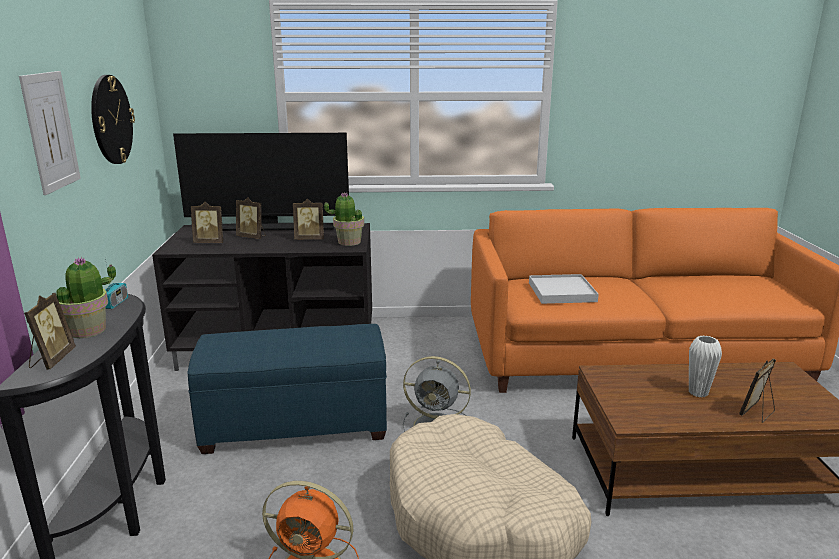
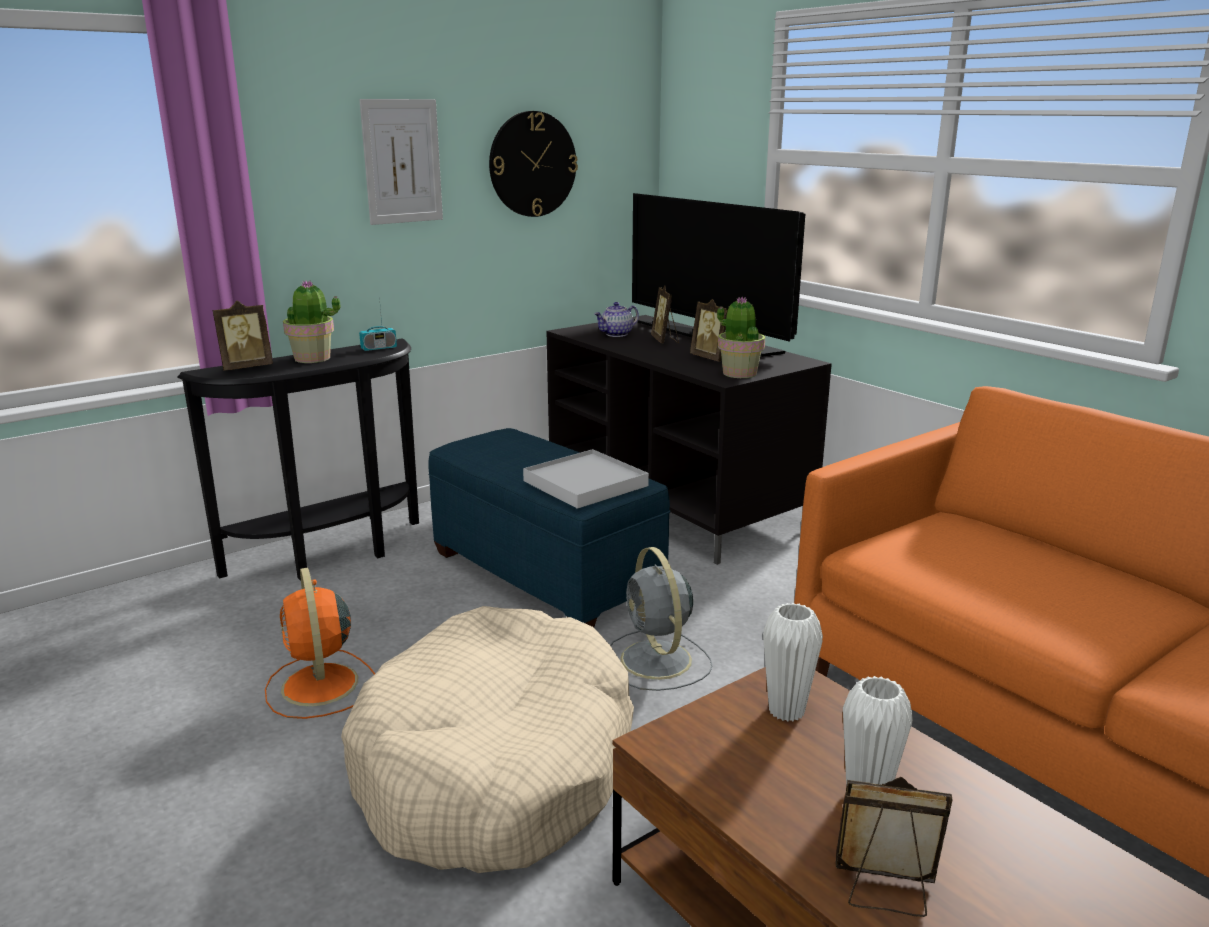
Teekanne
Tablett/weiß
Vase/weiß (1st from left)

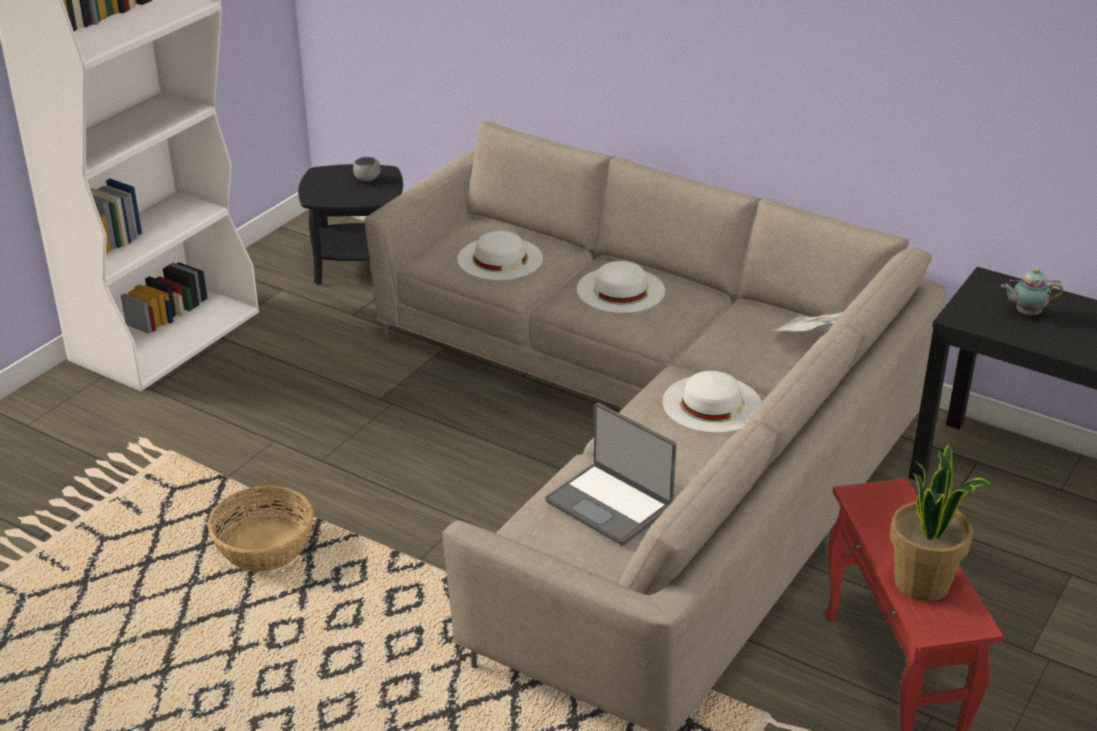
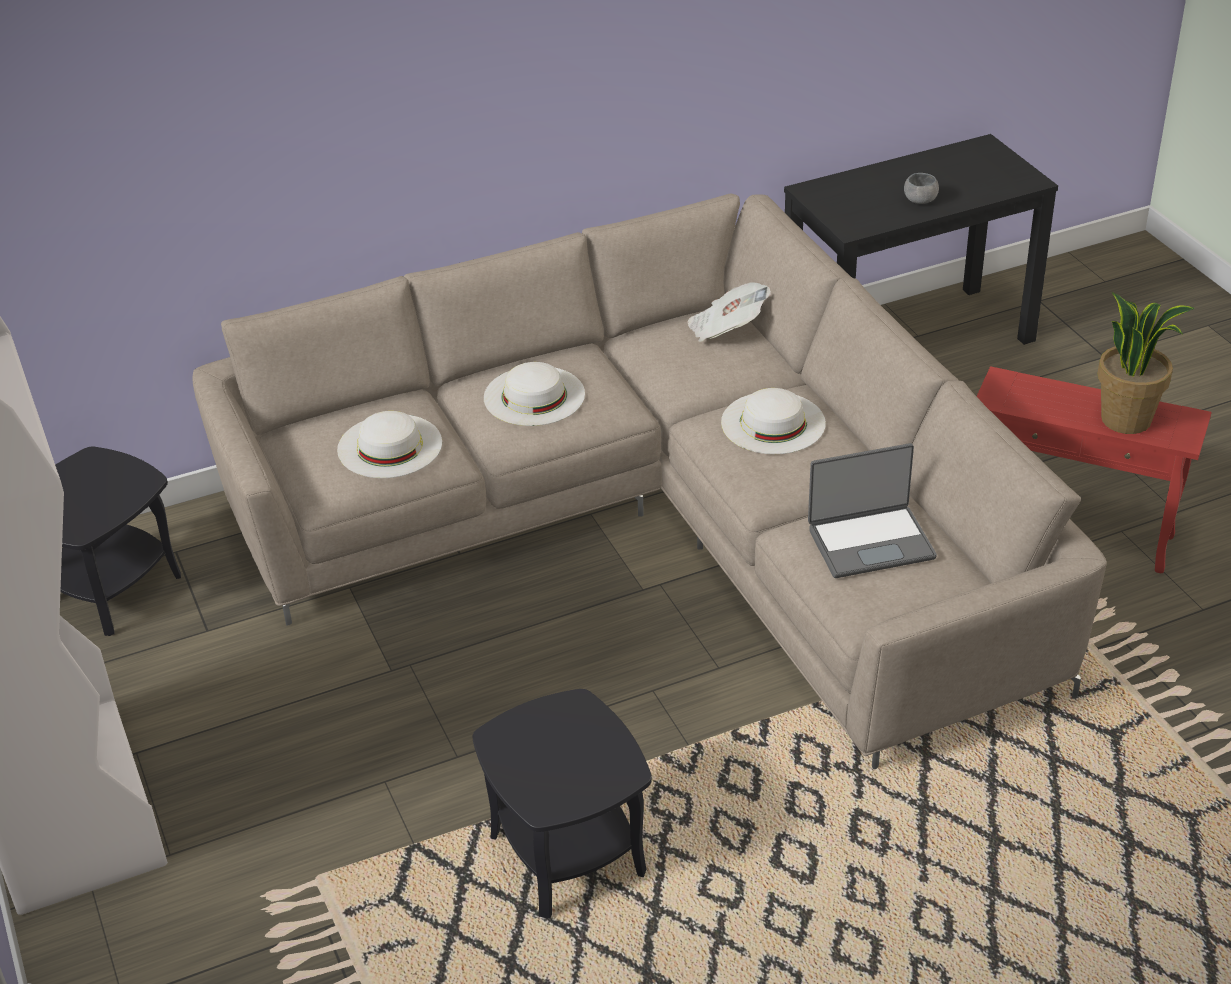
Beistelltisch/schwarz (2nd from left)
Schüssel/grau
Teekanne

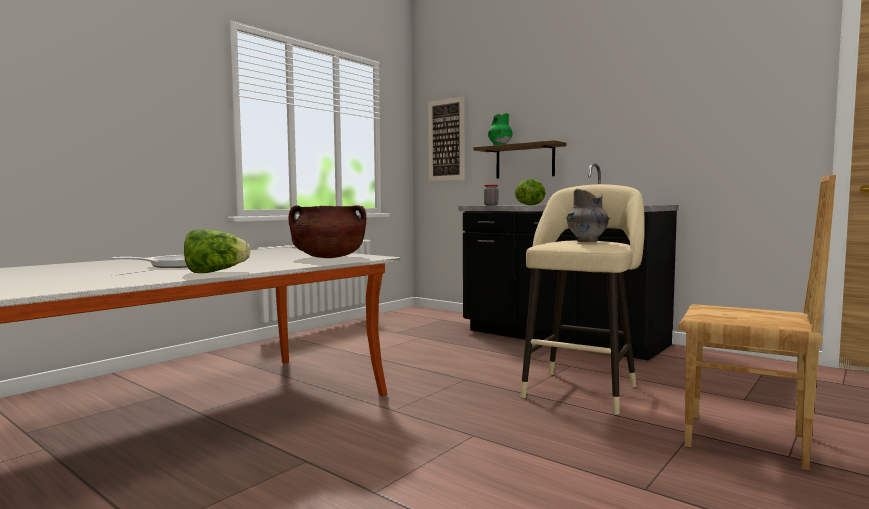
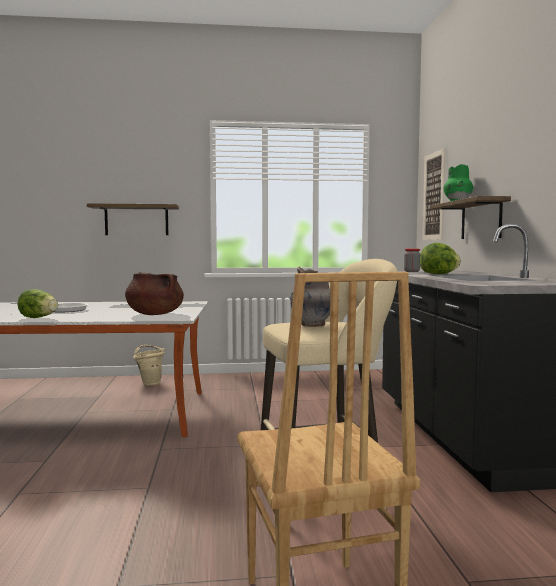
Wandregal (1st from left)
Eimer/beige

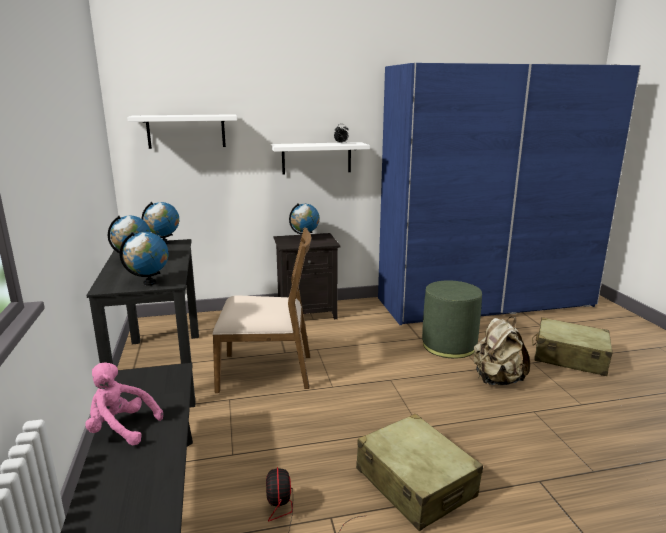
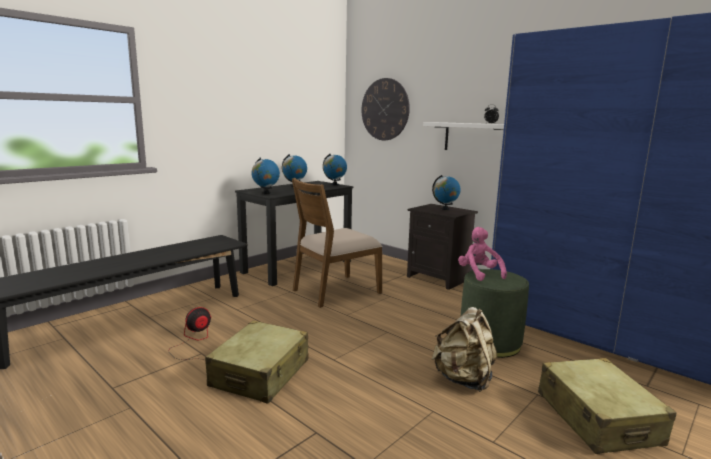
Plüschtier/rosa
Wanduhr
Stuhl/braun

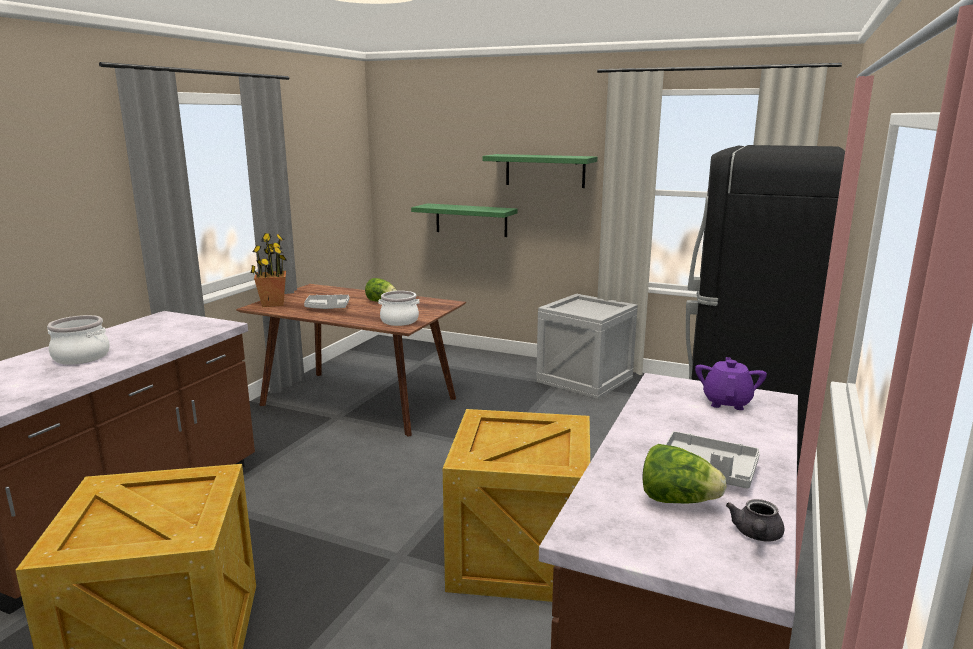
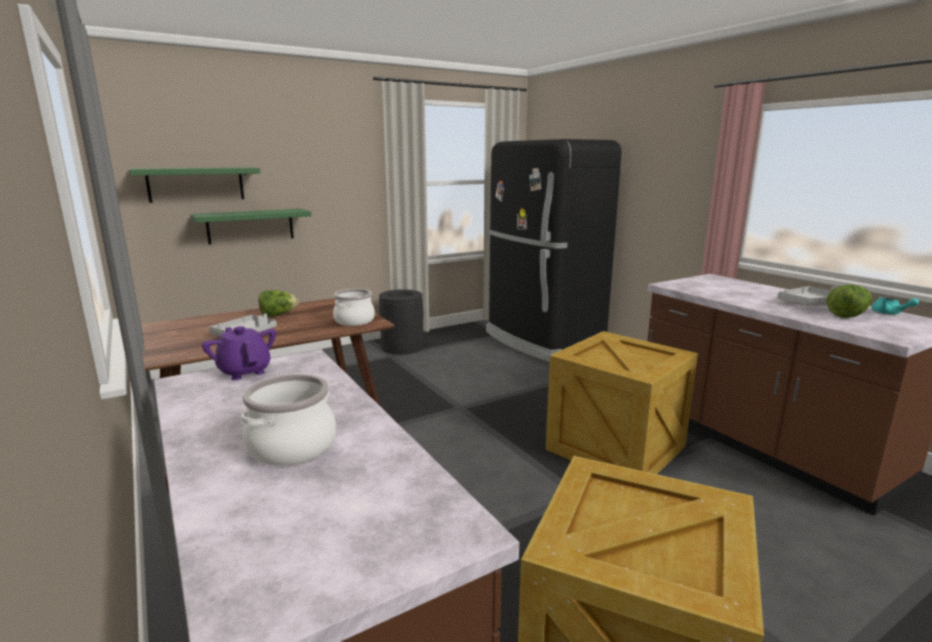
Topfpflanze
Wandregal/grün (1st from left)
Mülleimer/schwarz
Teekanne/lila
Teekanne/türkis

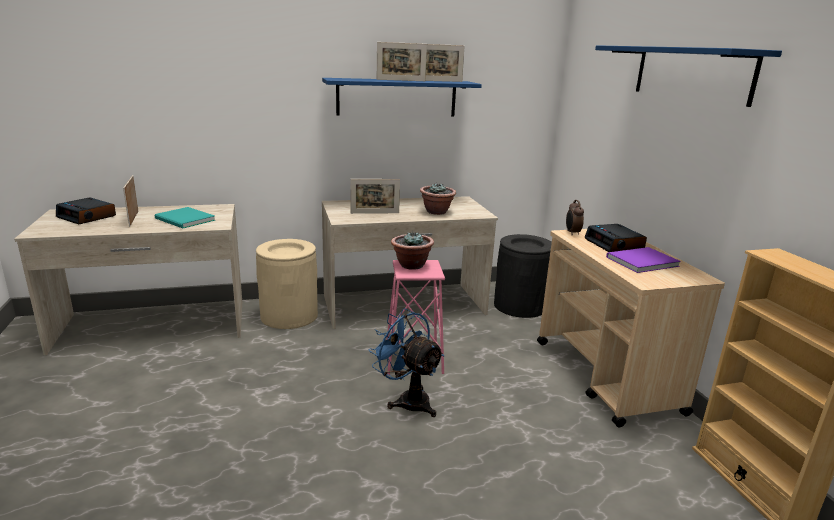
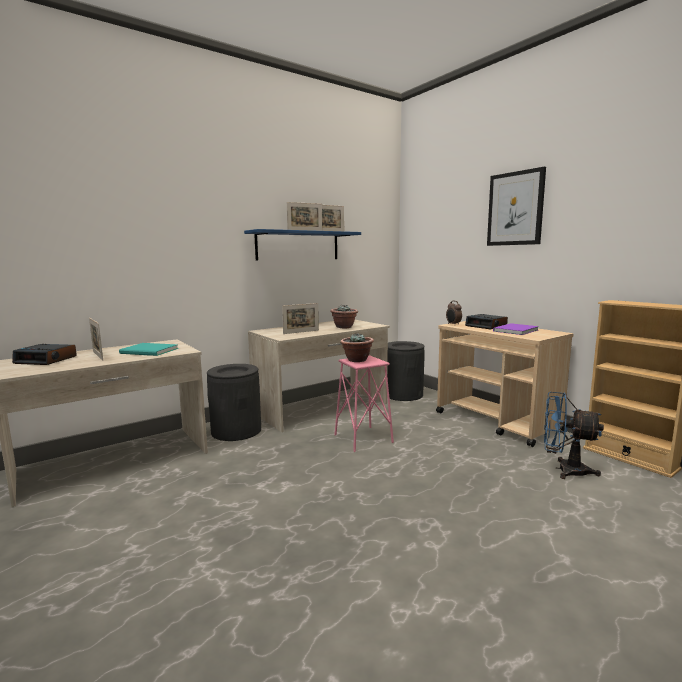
Mülleimer/schwarz (1st from left)
Ventilator/blau
Bild

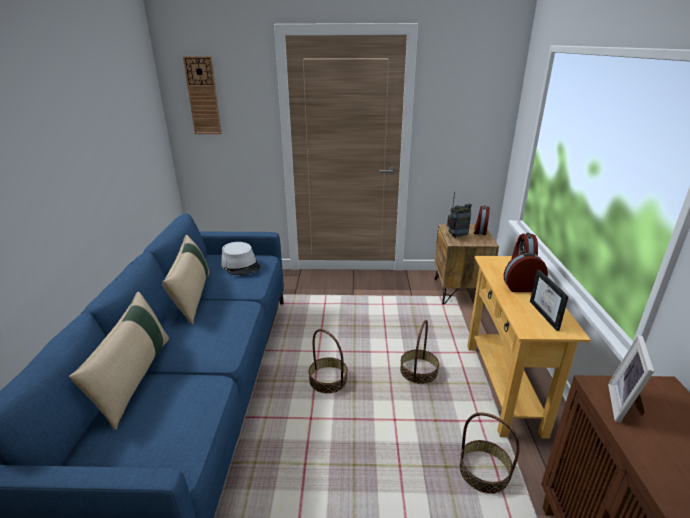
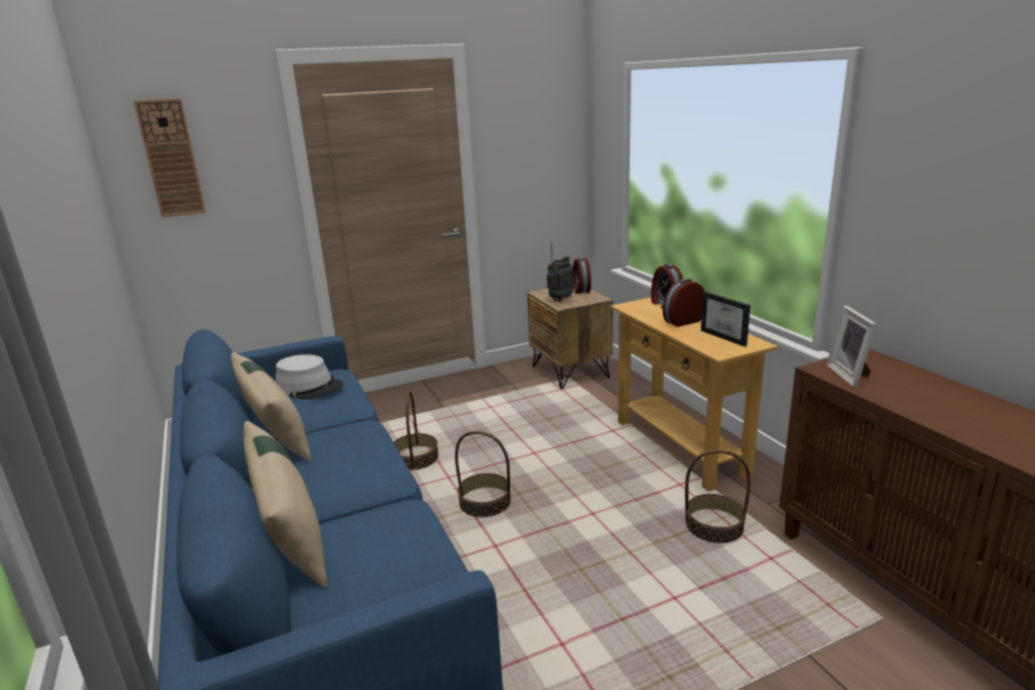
Korb (1st from left)

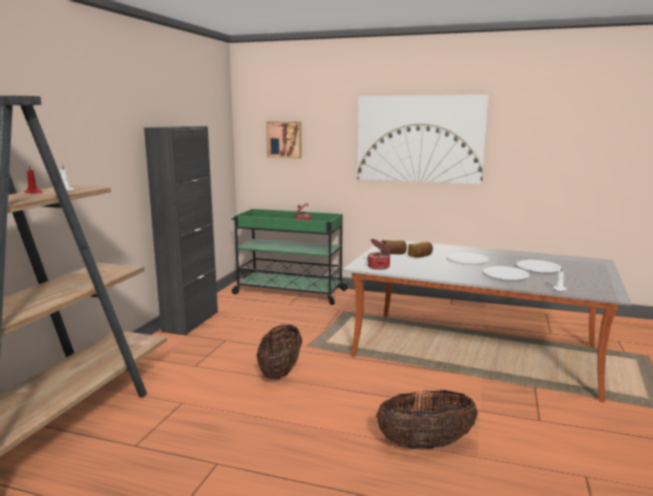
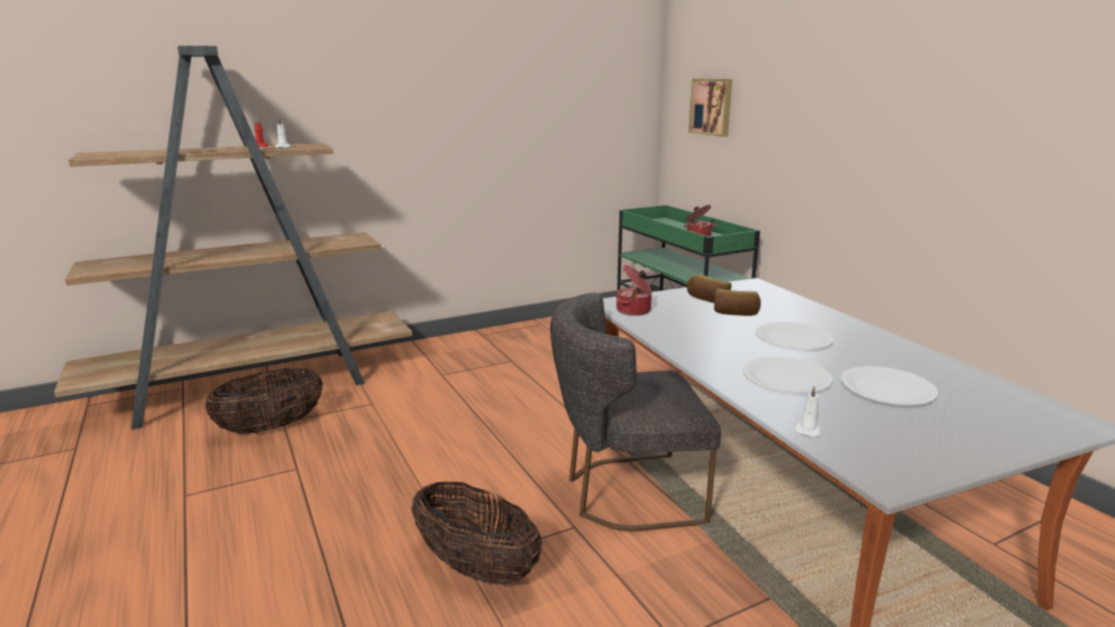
Schrank/schwarz
Korb (1st from left)
Bild (2nd from left in the first image)
Stuhl/grau

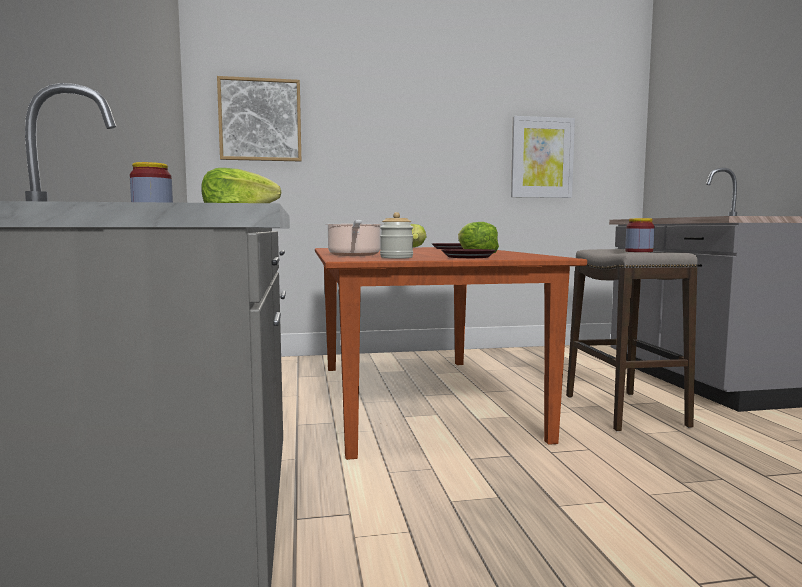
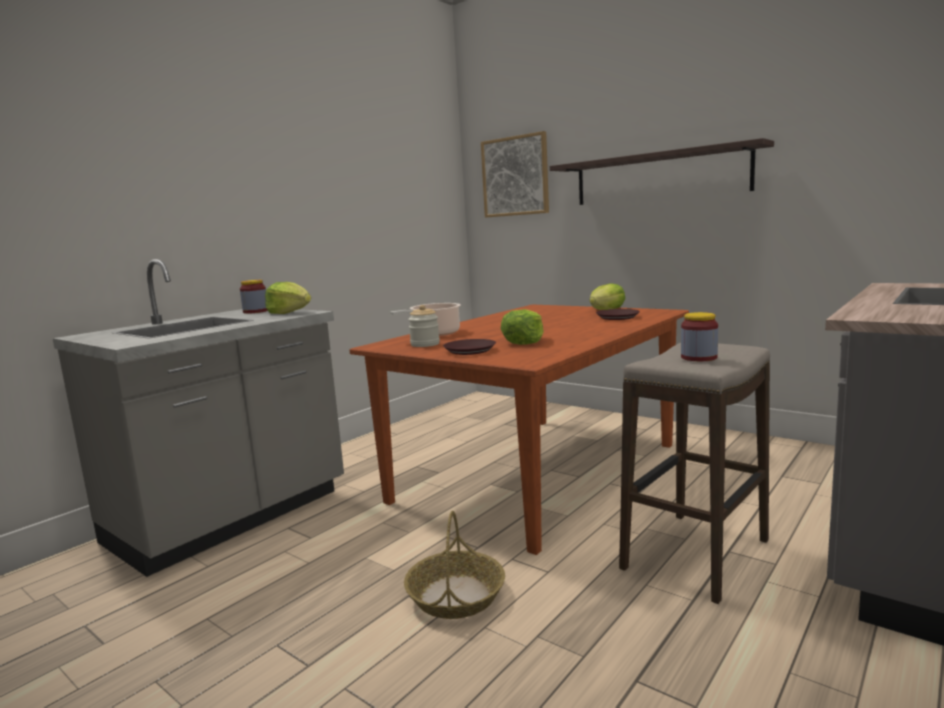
Bild (2nd from left in the first image)
Korb
Wandregal

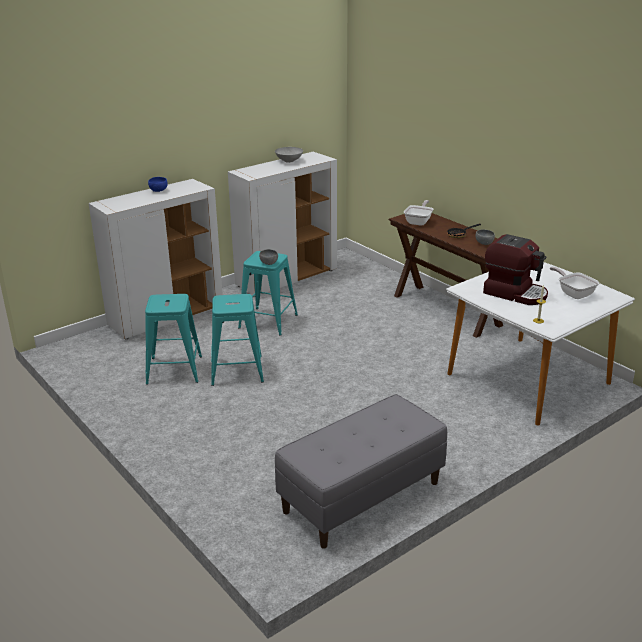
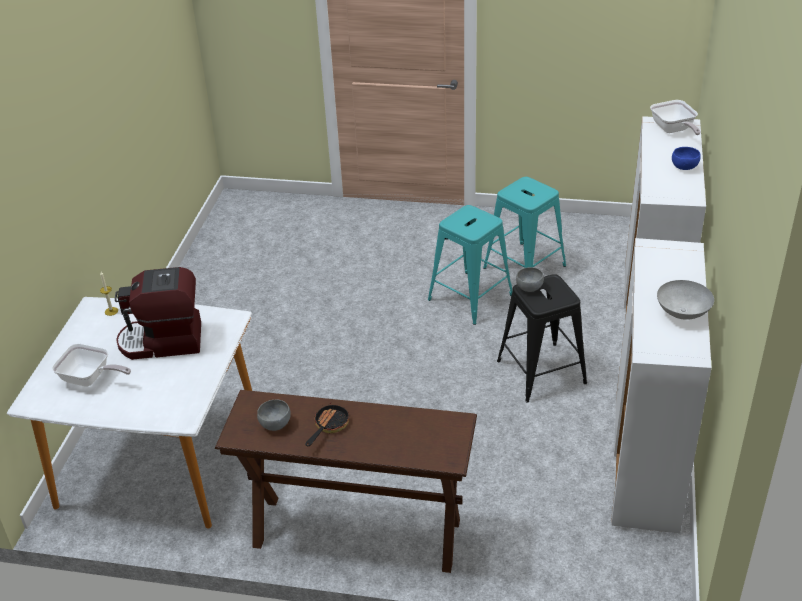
Hocker/schwarz
Bank/grau
Pfanne (3rd from left)

